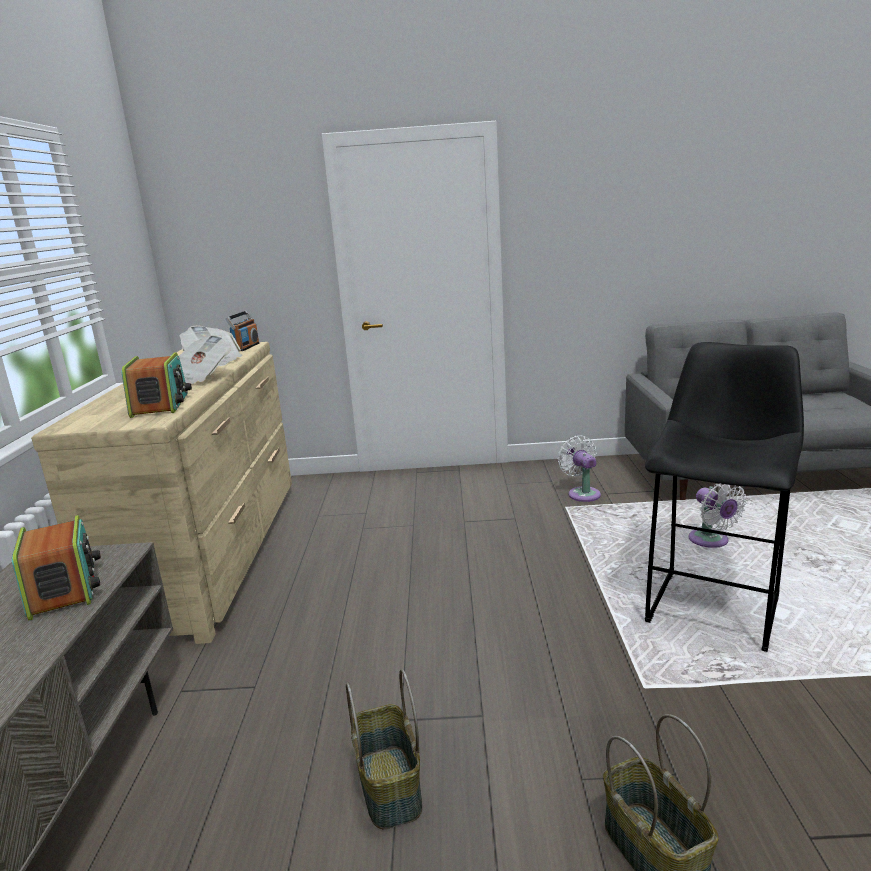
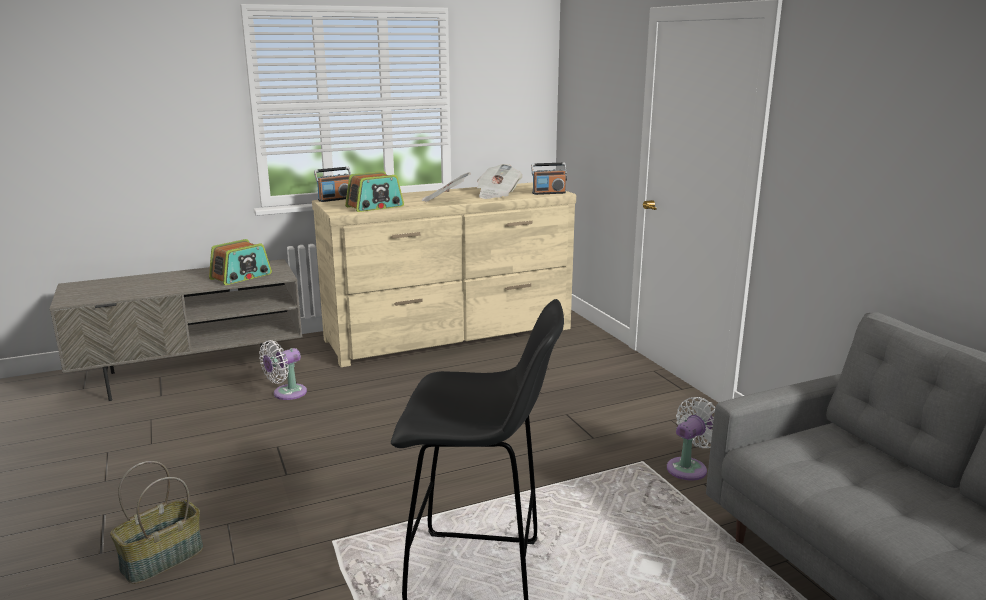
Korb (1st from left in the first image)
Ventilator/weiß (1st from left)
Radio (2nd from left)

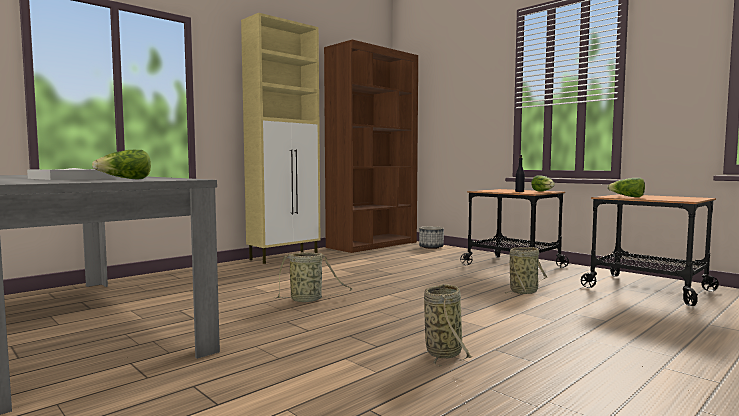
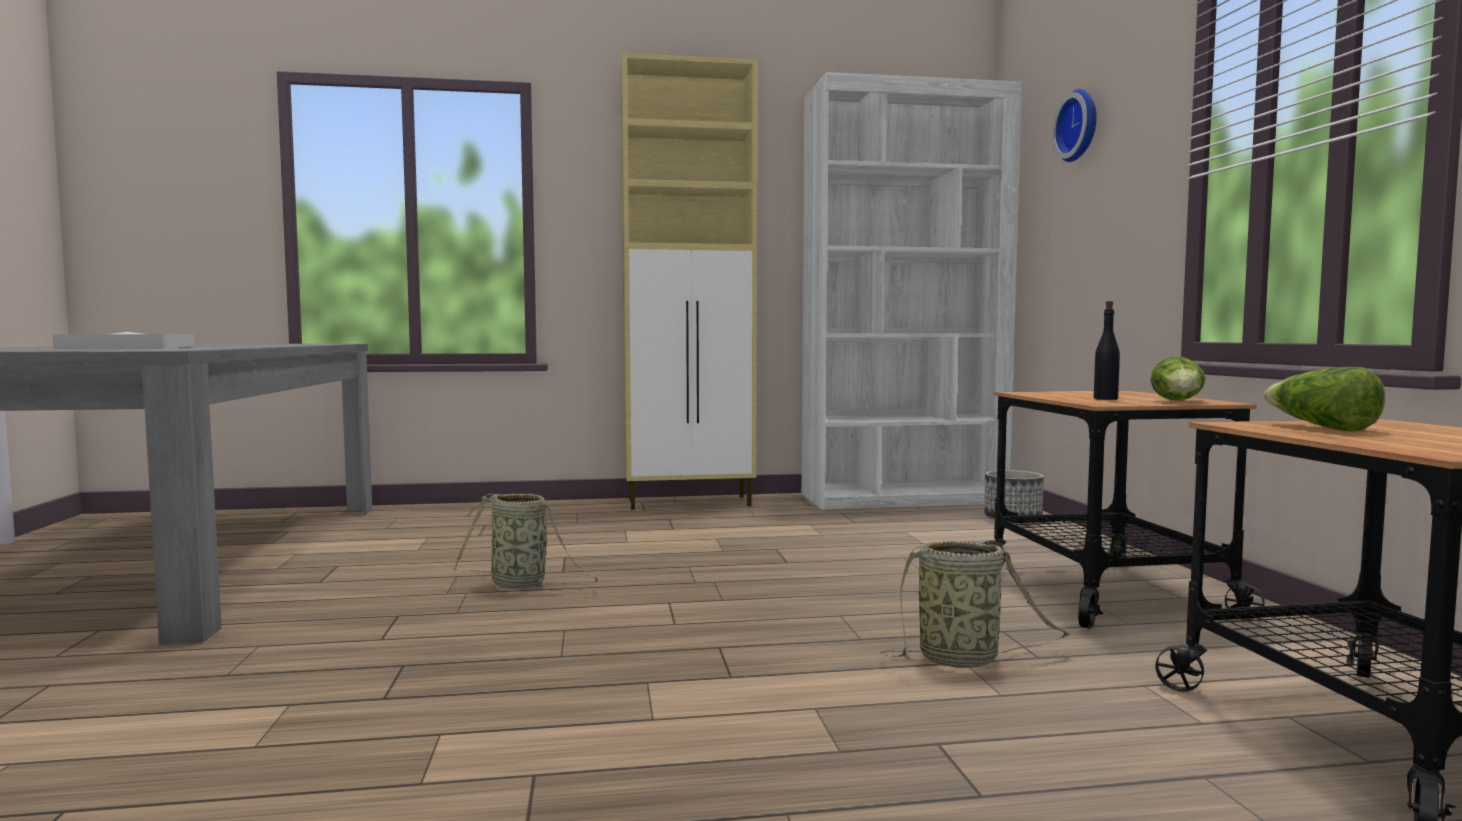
Salatkopf (1st from left in the first image)
Bücherregal/weiß
Korb (2nd from left in the first image)
Wanduhr

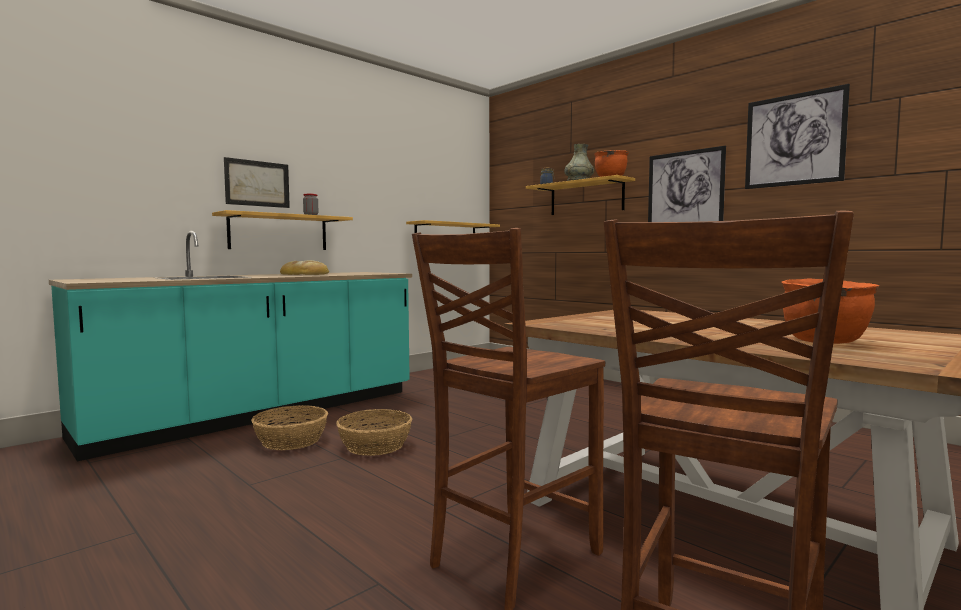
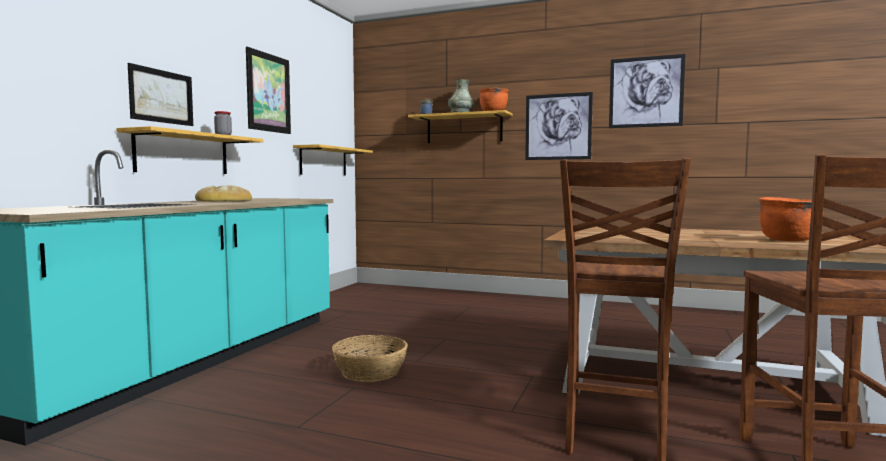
Korb (1st from left in the first image)
Bild (2nd from left)

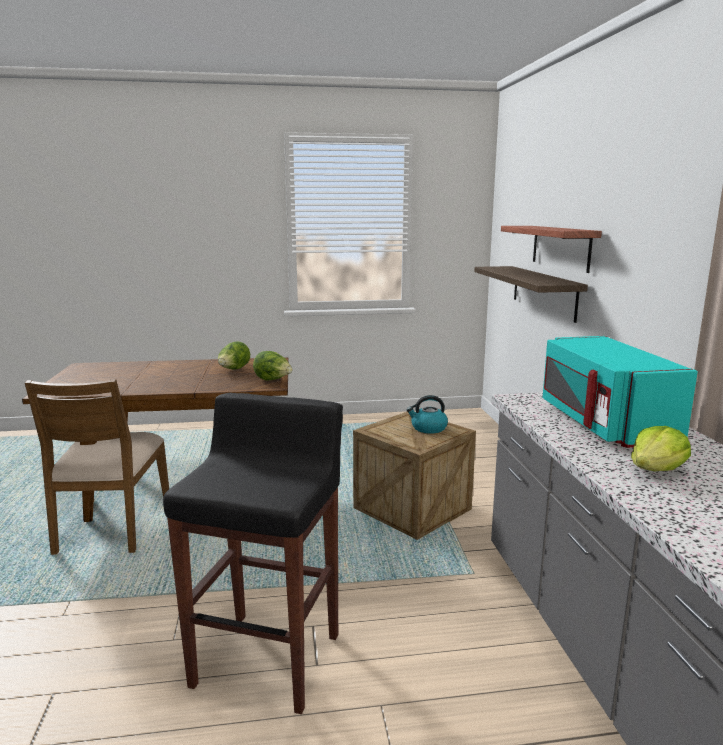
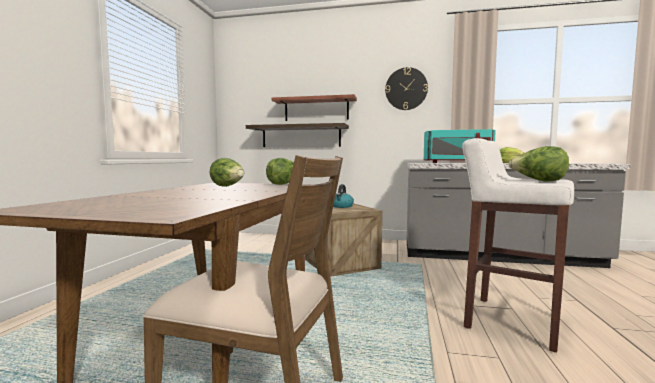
Hocker/weiß
Wanduhr
Salatkopf (4th from left)

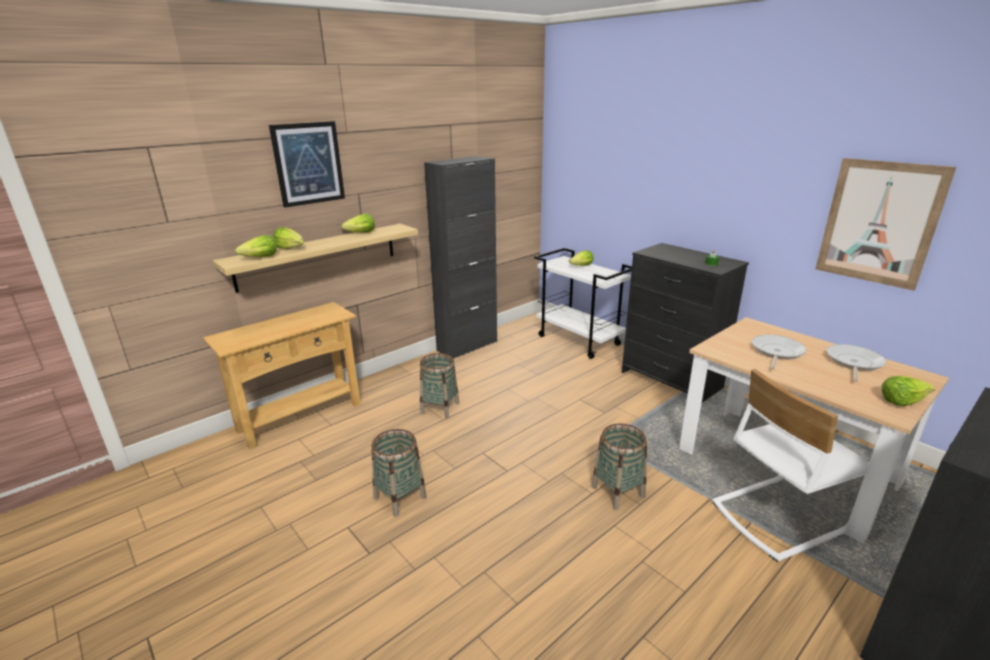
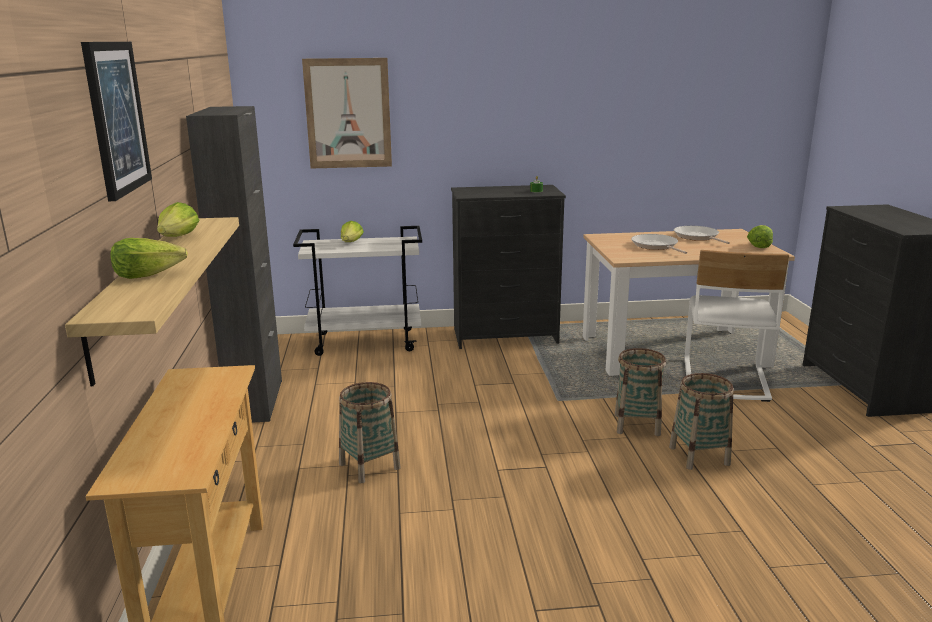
Salatkopf (1st from left in the first image)
Korb (3rd from left)
Bild (2nd from left)

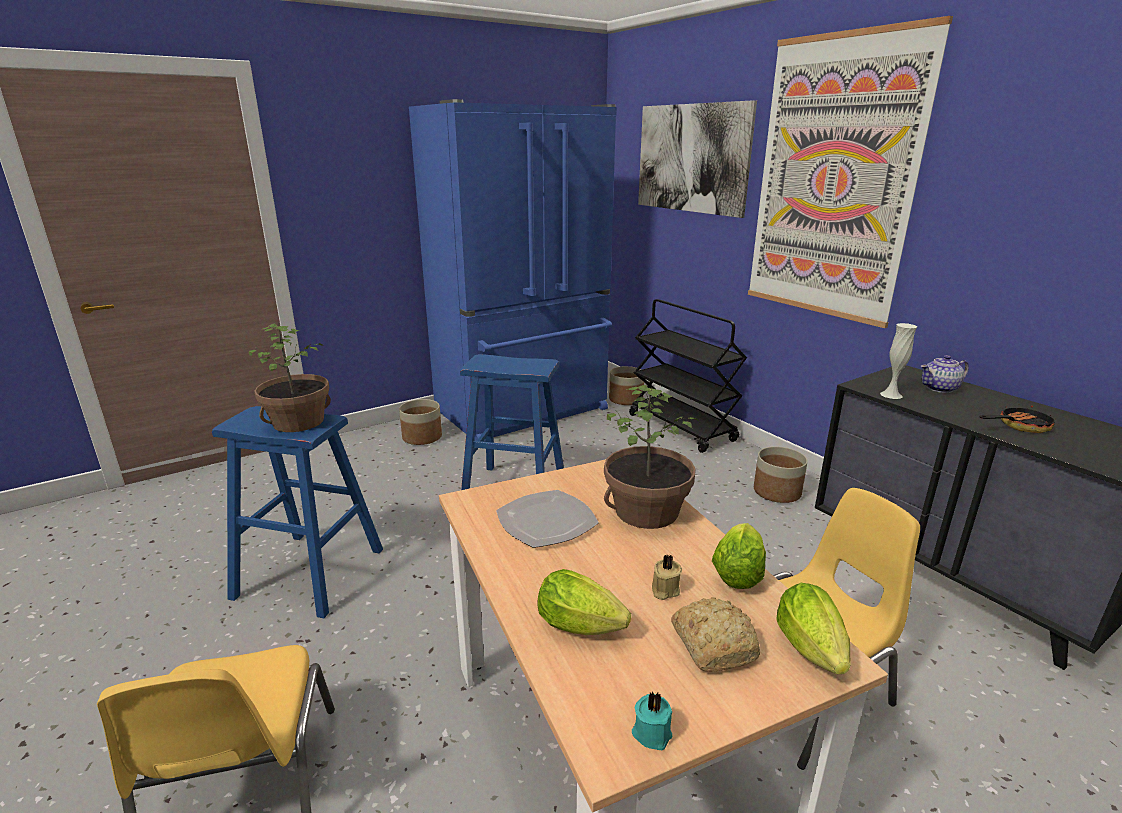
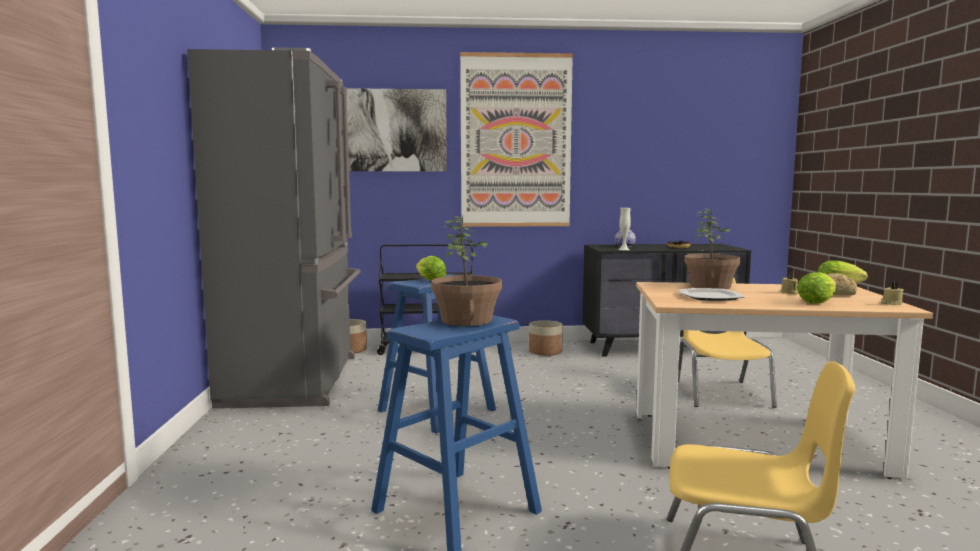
Pflanzkübel (1st from left in the first image)
Kühlschrank/grau
Kerze/beige (2nd from left)
Salatkopf (1st from left)

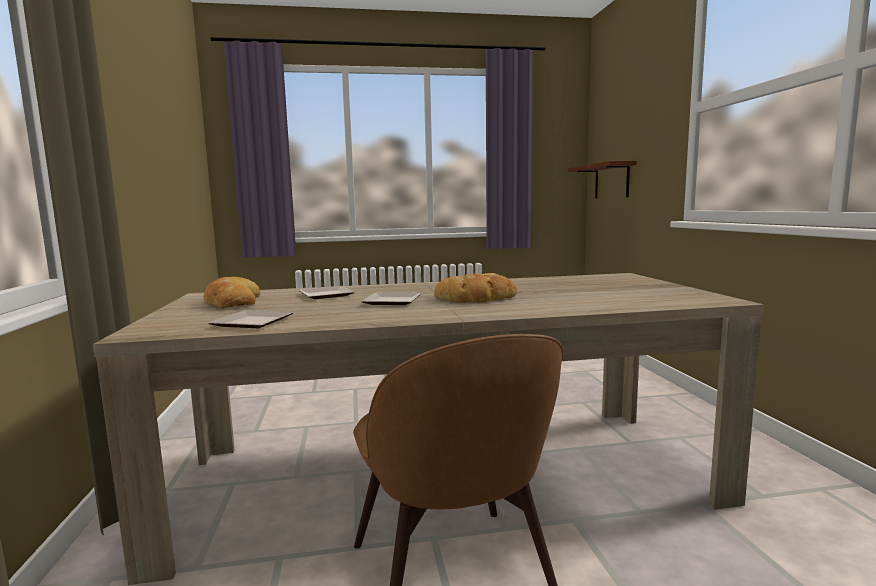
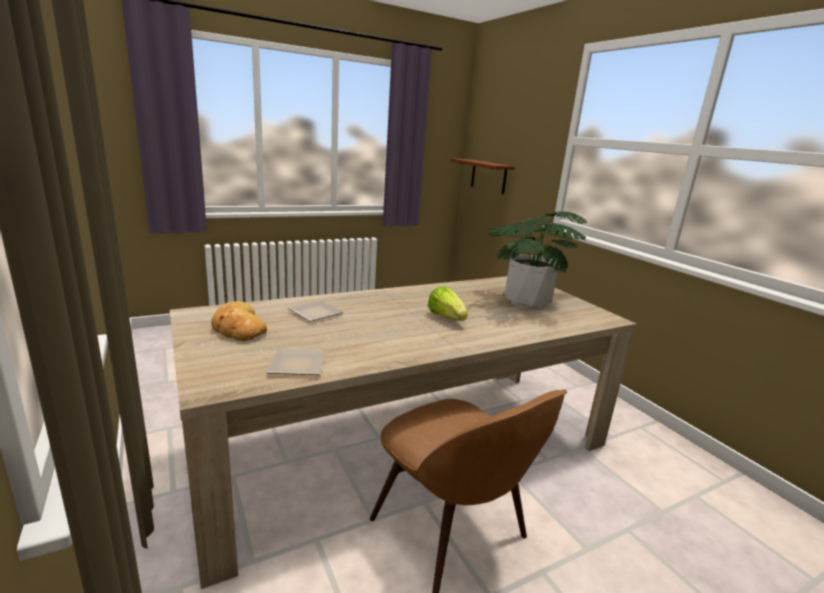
Teller (3rd from left in the first image)
Salatkopf
Topfpflanze

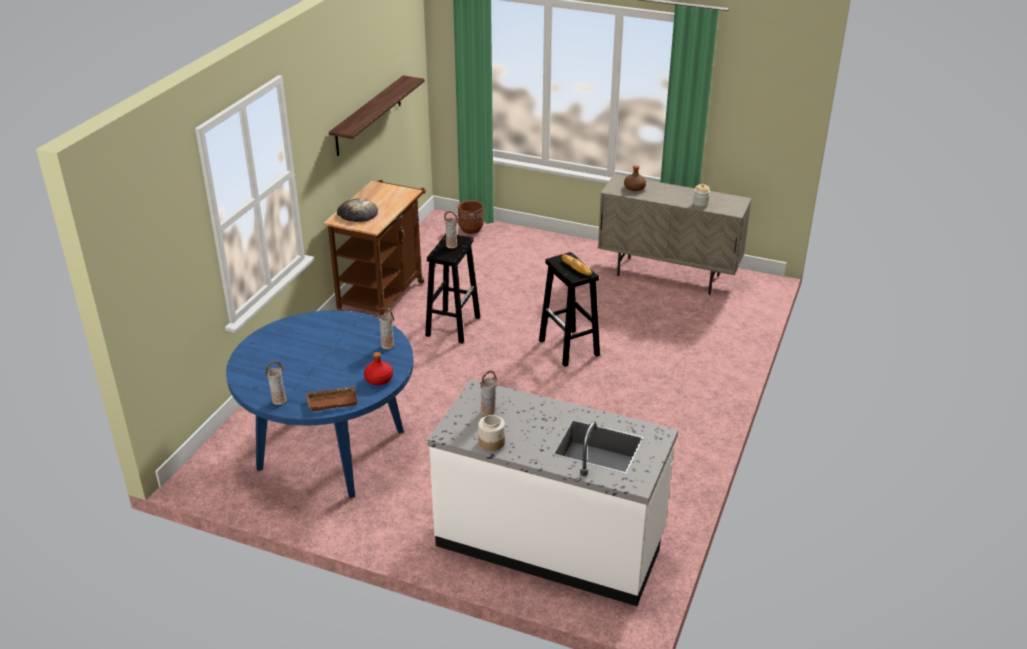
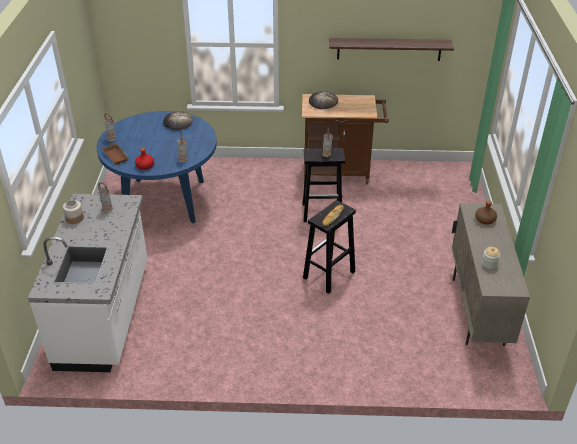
Pflanzkübel/braun
Brot (1st from left)

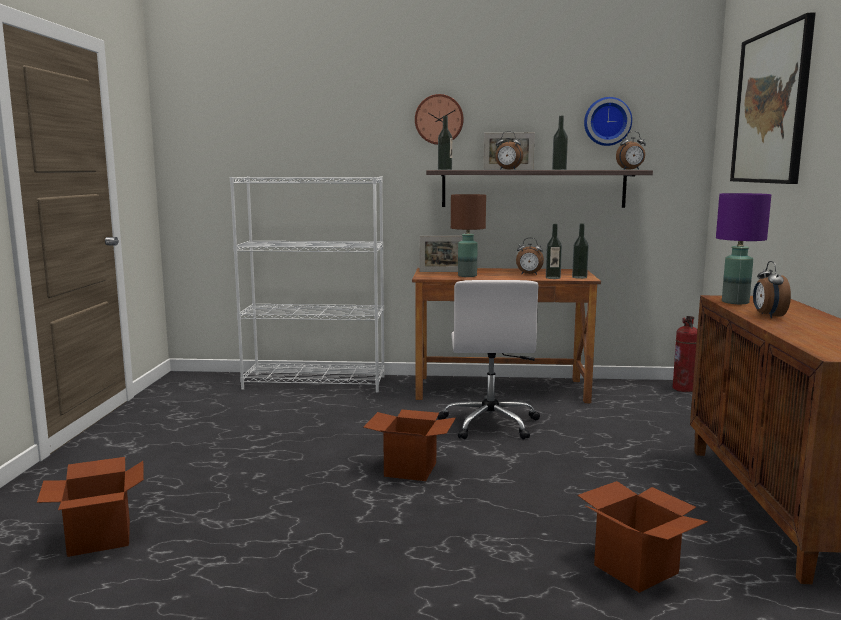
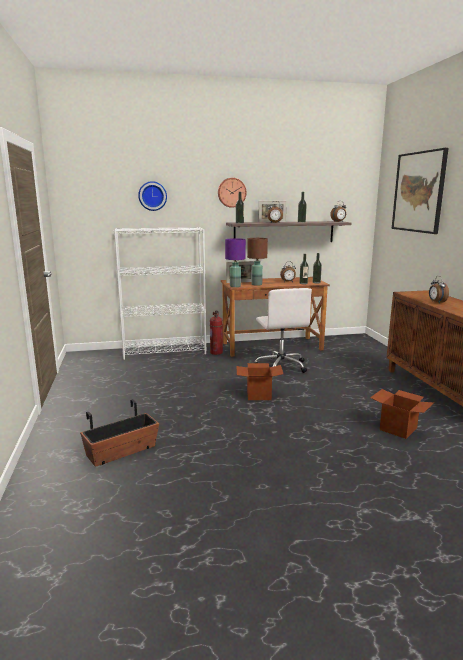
Pflanzkübel
Wanduhr (1st from left)
Feuerlöscher
Tischlampe/lila

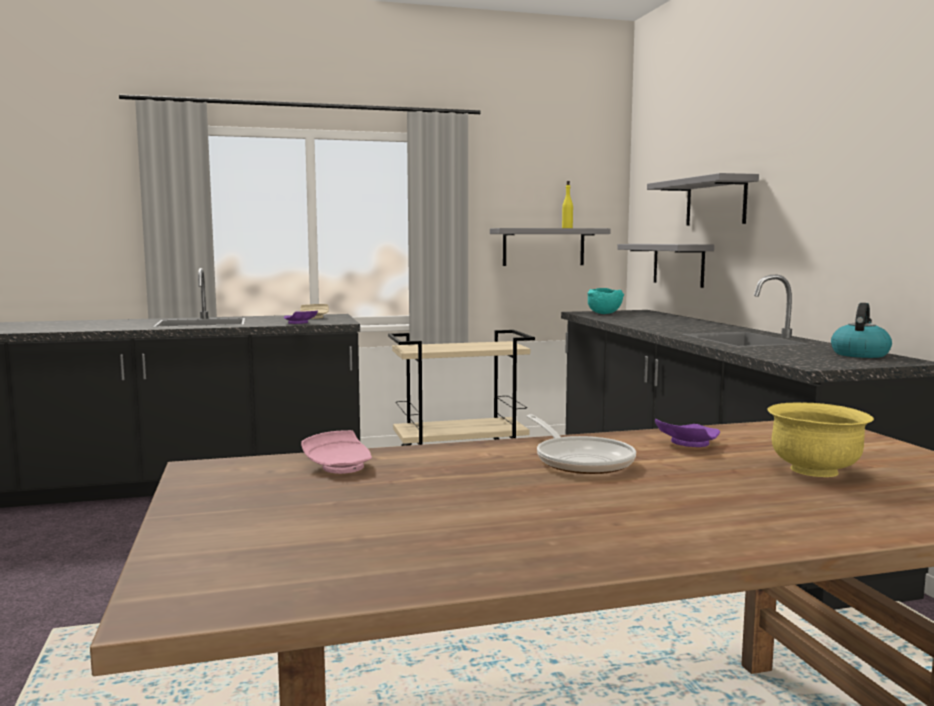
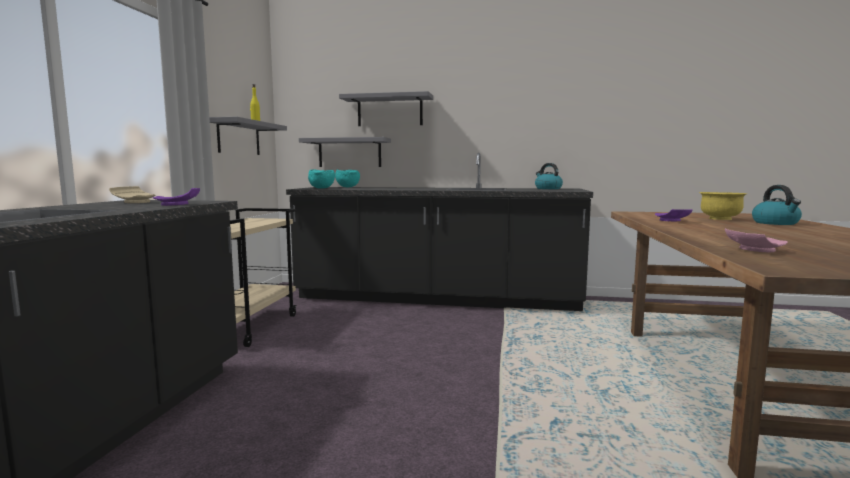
Pfanne
Schüssel/türkis (2nd from left)
Wasserkessel (2nd from left)

